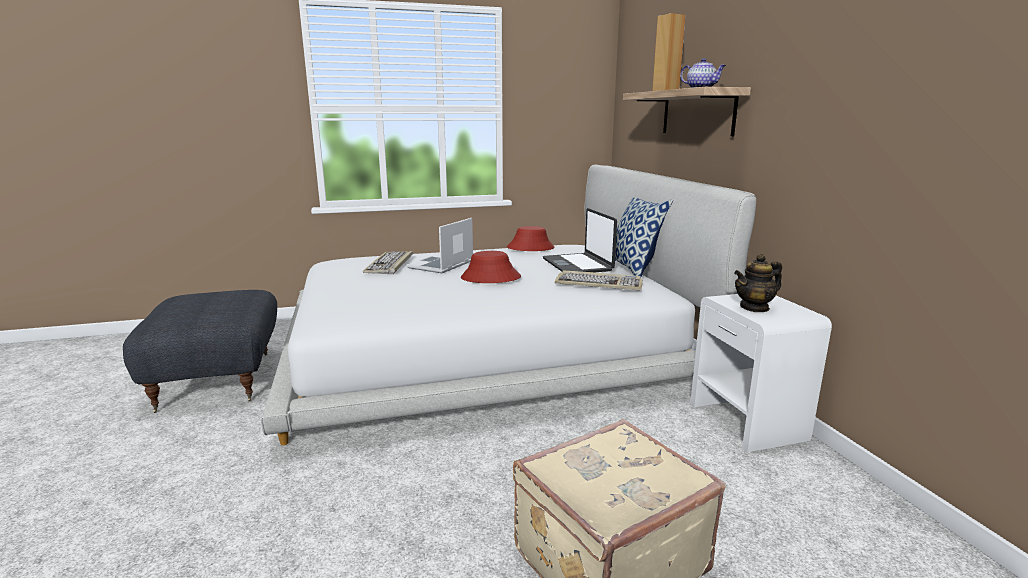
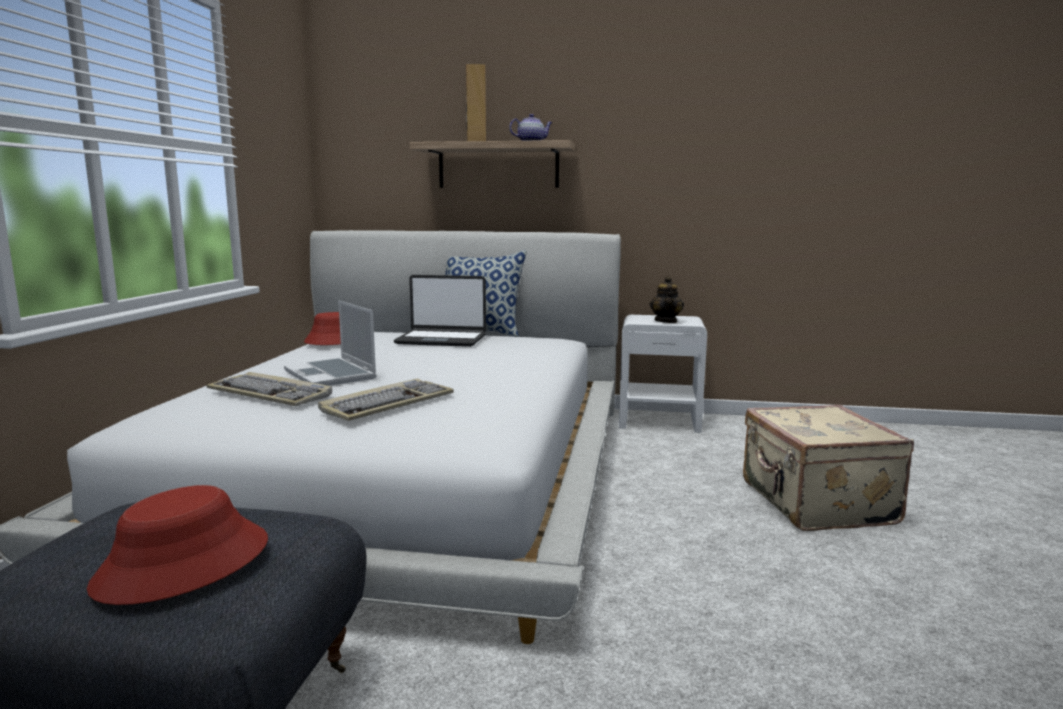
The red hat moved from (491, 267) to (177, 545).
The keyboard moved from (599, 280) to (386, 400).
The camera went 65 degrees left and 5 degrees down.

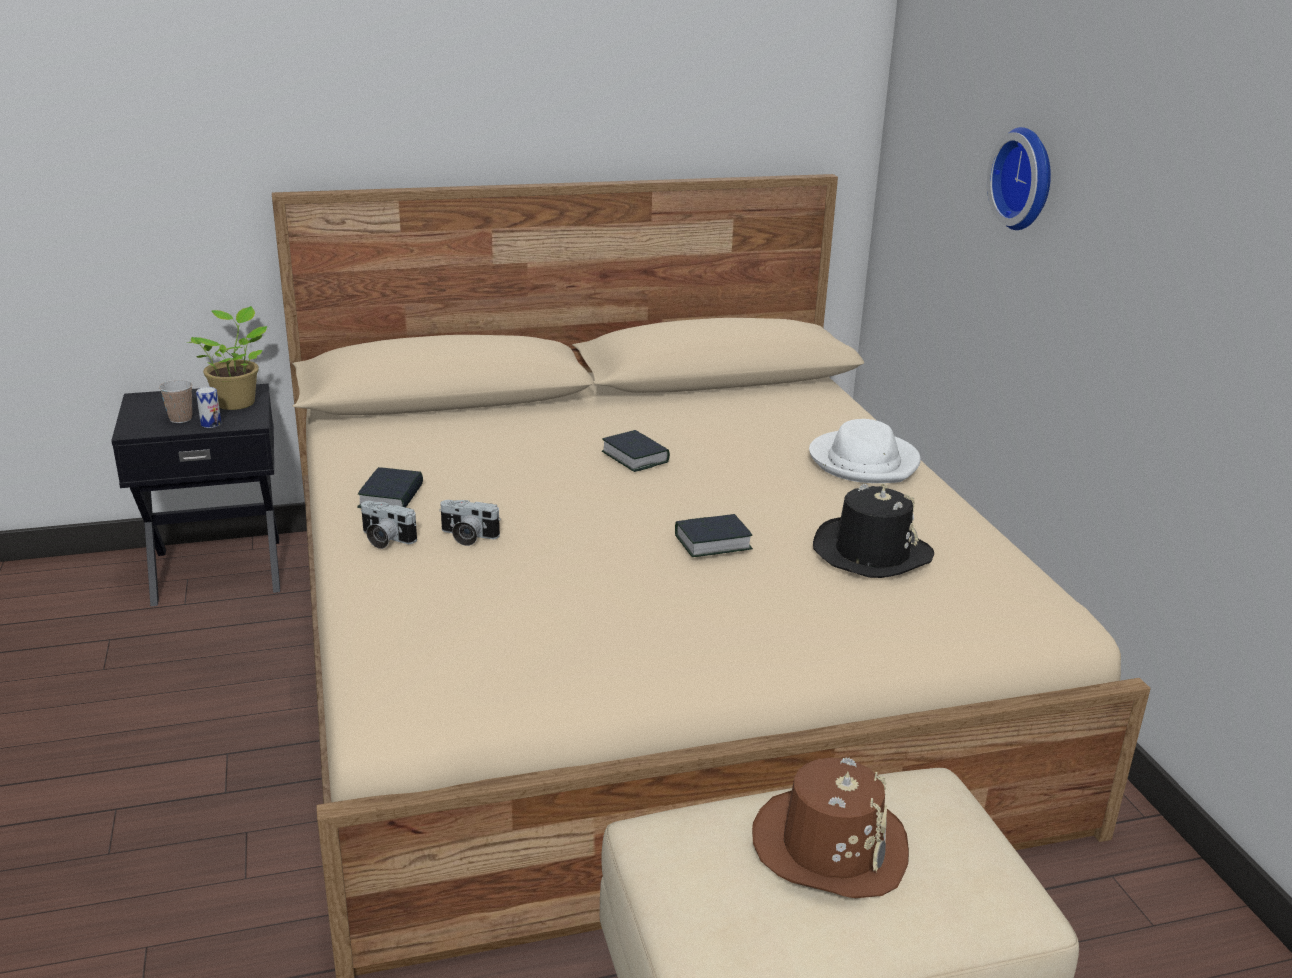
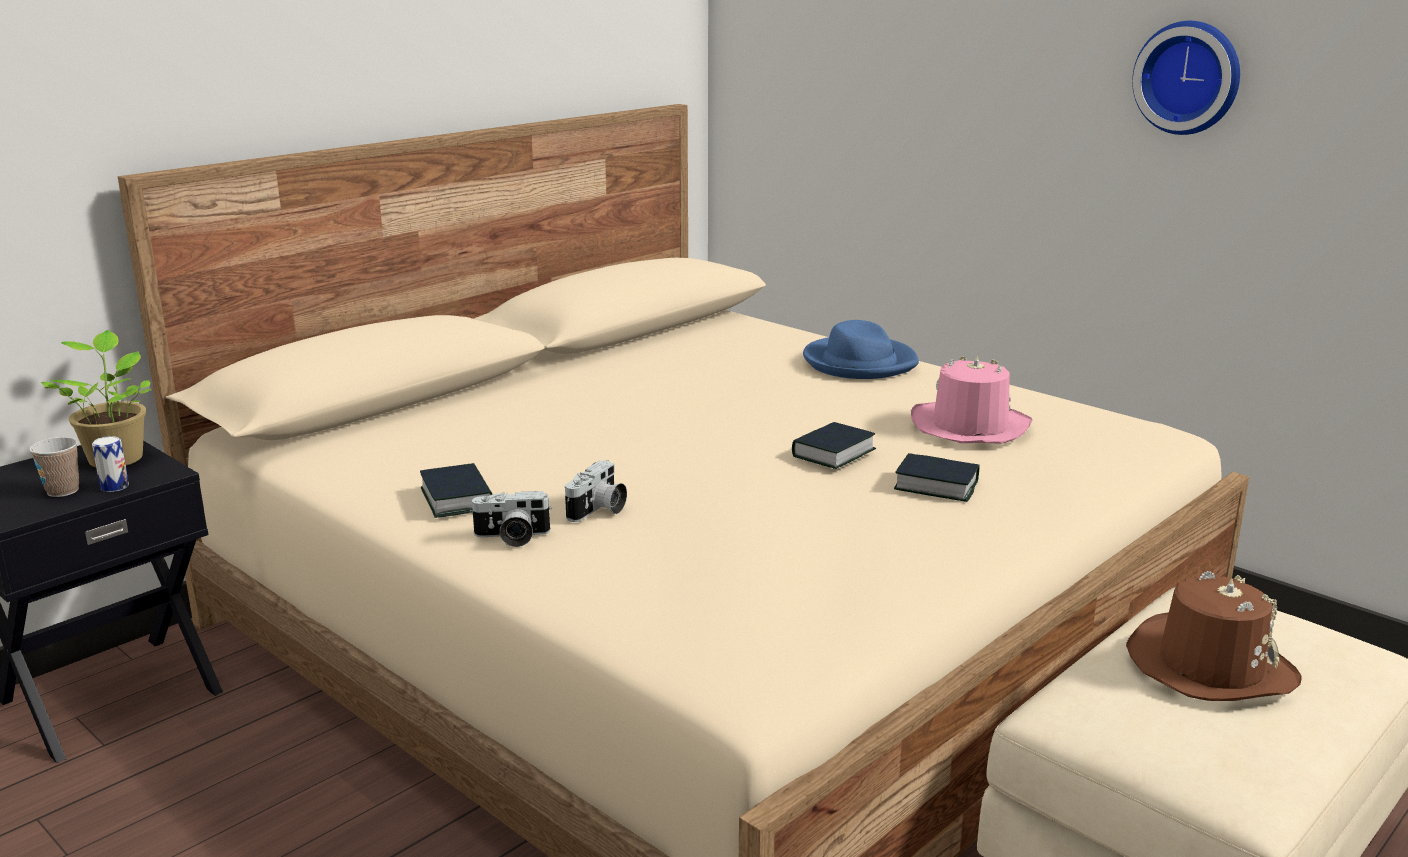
The photo camera at (470, 523) turned 45 degrees counterclockwise.
The white hat at (865, 451) became the blue hat at (861, 349).
The book moved from (636, 451) to (937, 477).
The black hat at (873, 530) became the pink hat at (972, 400).
The wall clock moved from (1019, 178) to (1186, 78).
The camera went 30 degrees left and 5 degrees down.

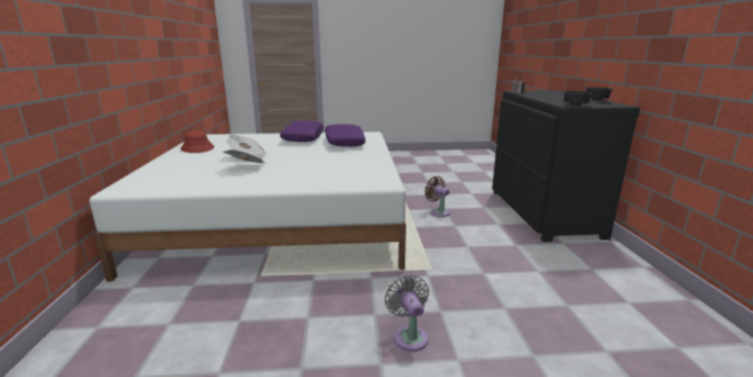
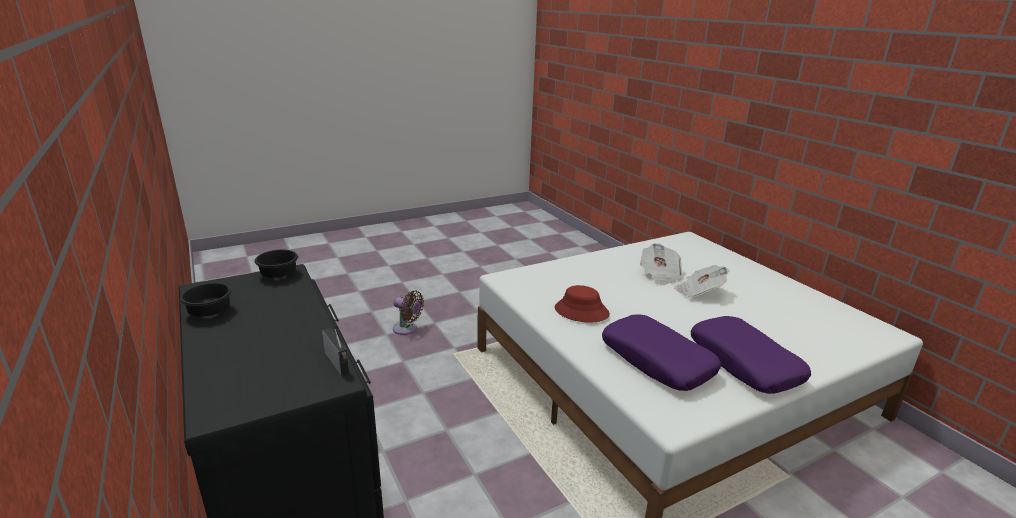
The brown fan moved from (437, 196) to (408, 313).
The red hat moved from (197, 142) to (582, 304).
The grey fan at (407, 313) disappeared.
The camera went 155 degrees right and 5 degrees up.

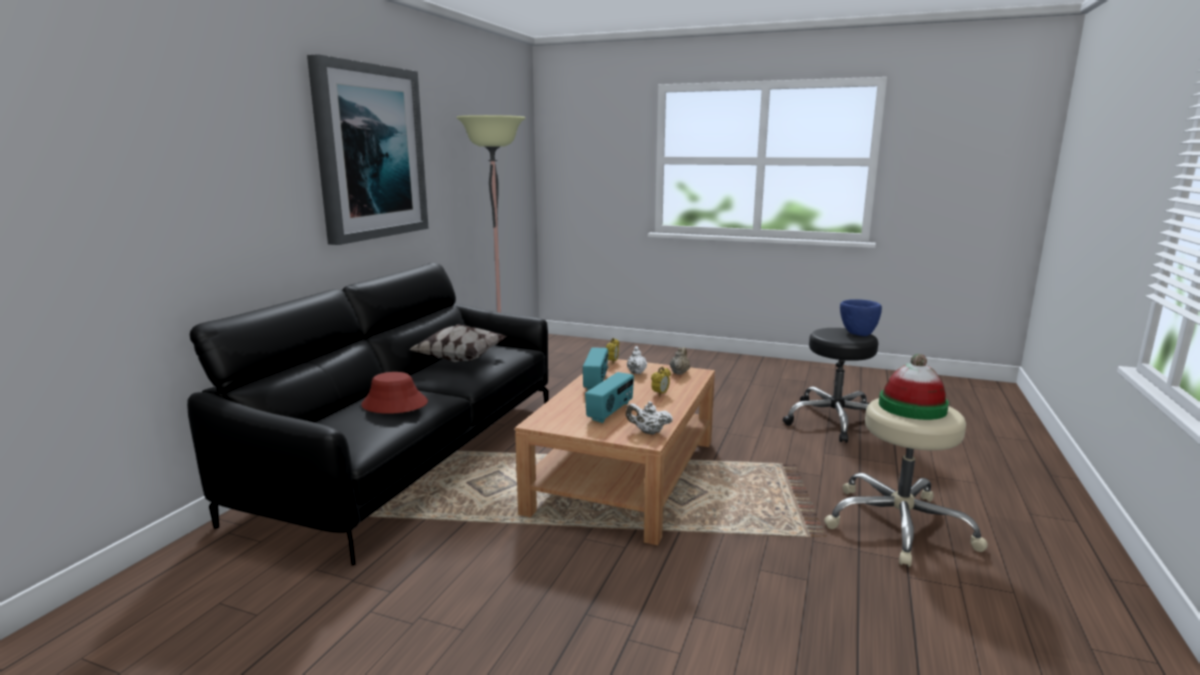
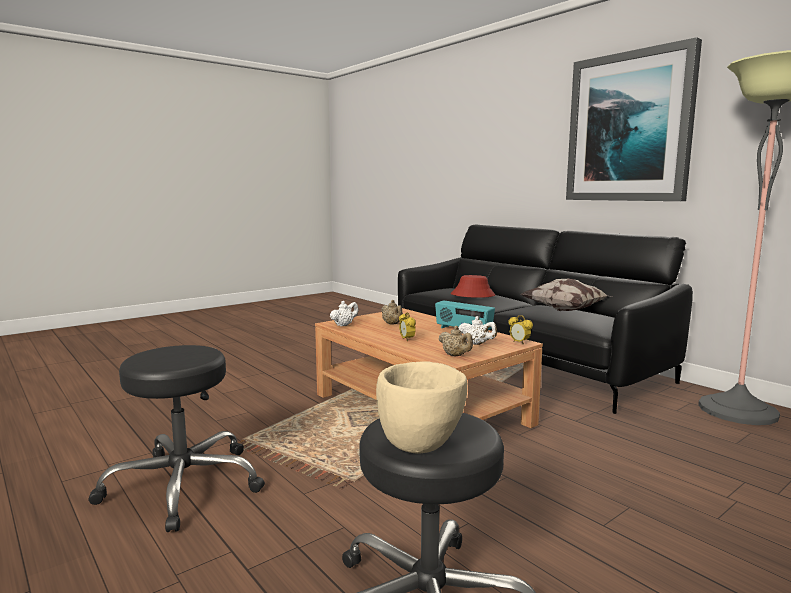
The beige stool at (906, 482) became the black stool at (177, 438).
The blue bowl at (861, 317) became the beige bowl at (421, 407).
The radio at (609, 397) was replaced by the beige teapot at (392, 312).
The hat at (914, 387) disappeared.
The camera went 120 degrees right and 5 degrees down.

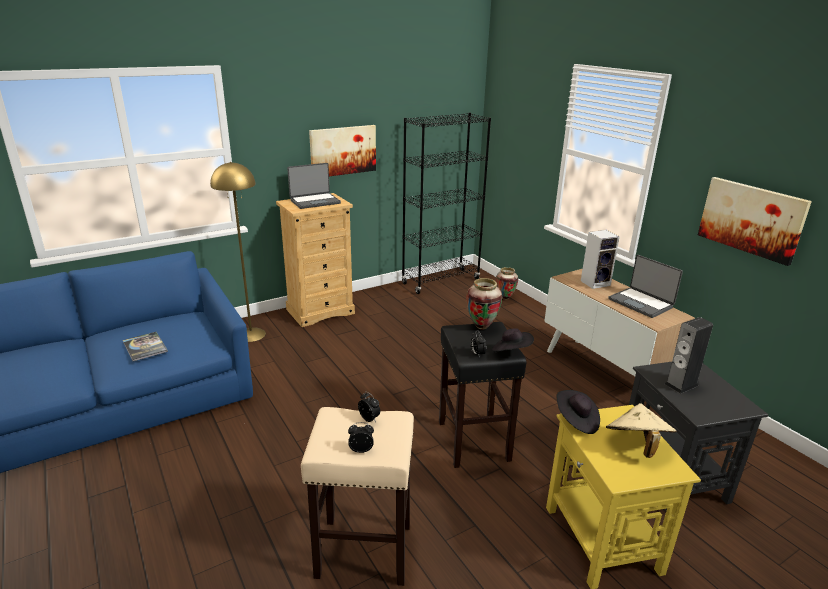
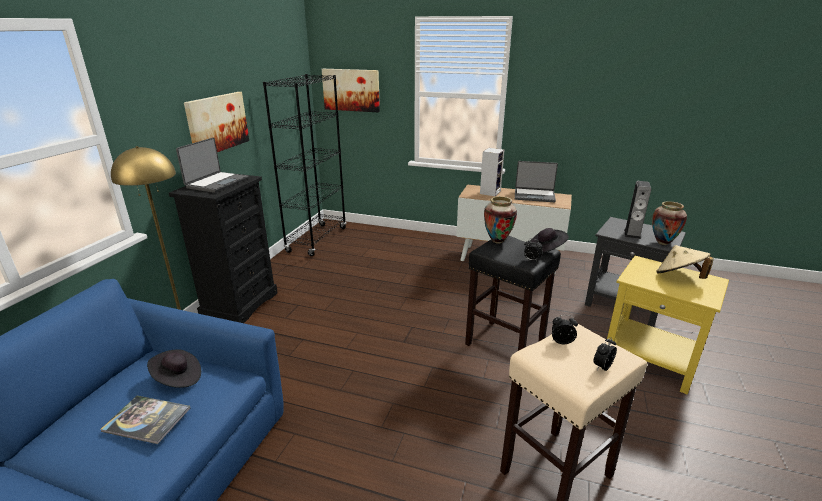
The black hat moved from (578, 412) to (174, 368).
The beige dresser at (315, 260) became the black dresser at (223, 248).
The picture moved from (755, 221) to (351, 90).
The vase moved from (507, 283) to (669, 223).
The camera went 40 degrees left and 0 degrees up.

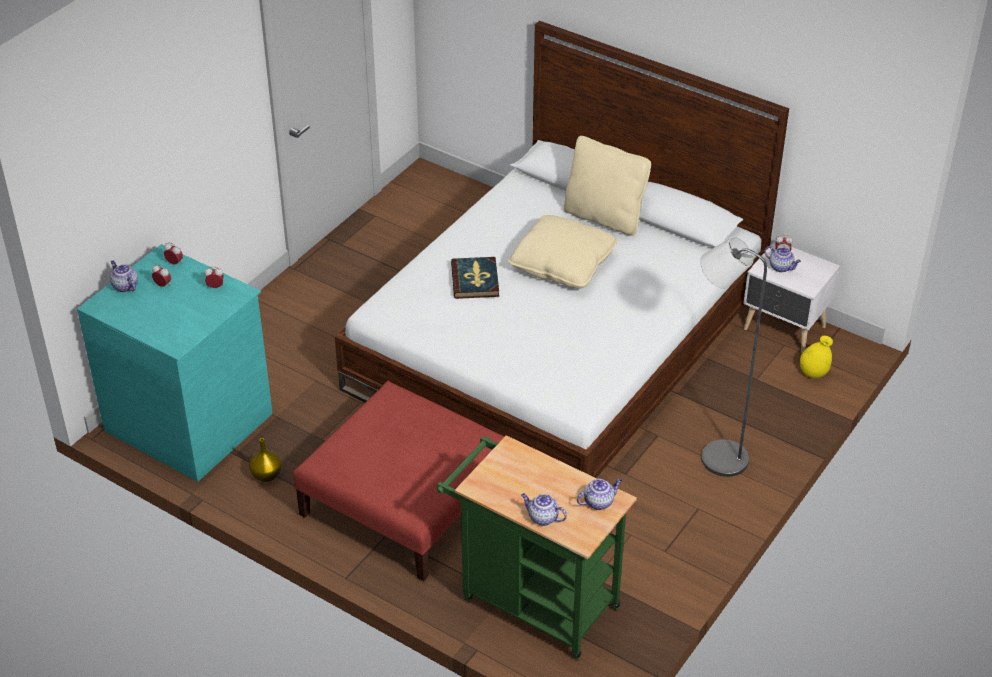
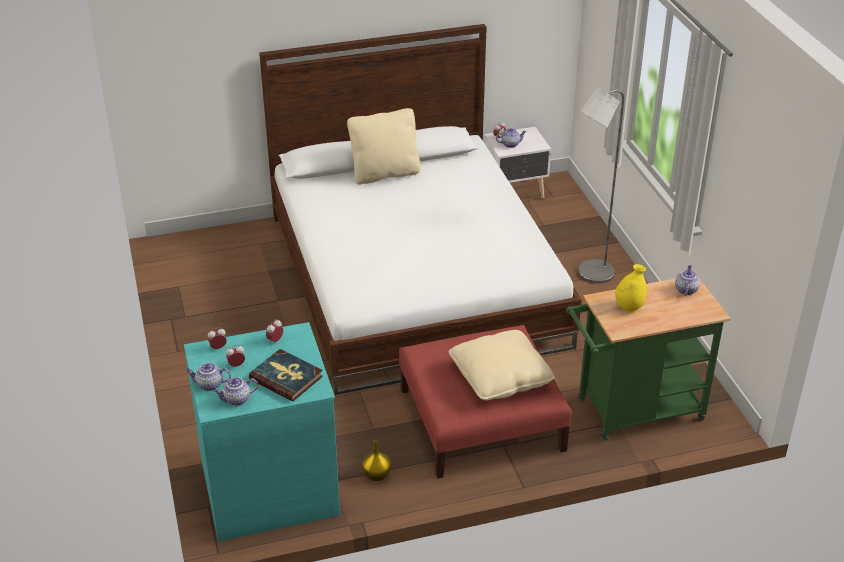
The teapot moved from (544, 509) to (235, 391).
The book moved from (475, 278) to (286, 375).
The beige pillow moved from (563, 252) to (502, 365).
The yellow vase moved from (816, 357) to (631, 288).
The camera went 50 degrees left and 5 degrees down.

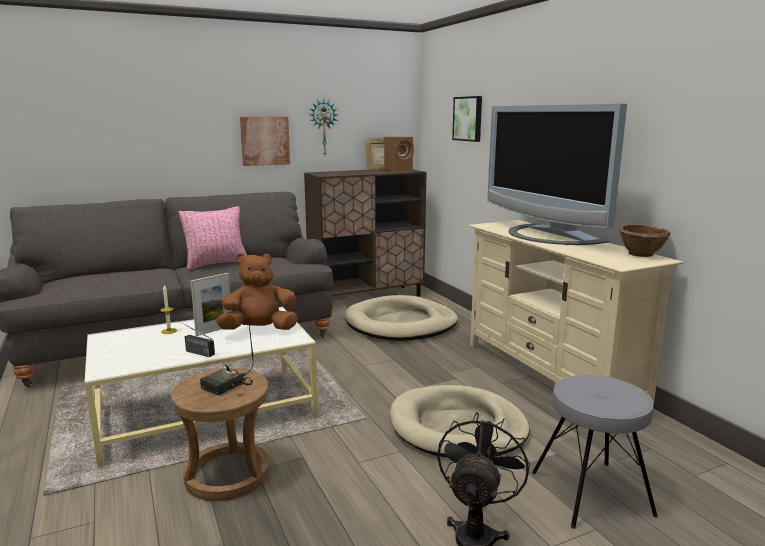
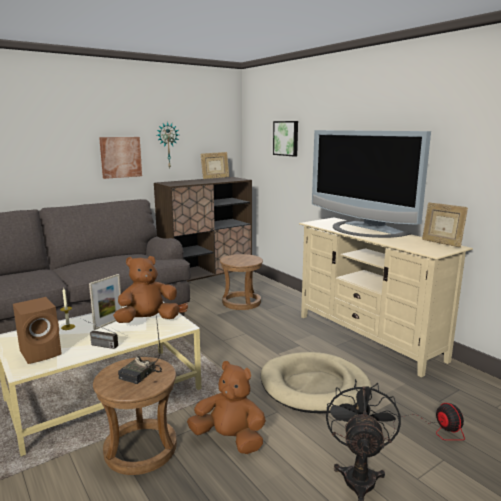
The brown speaker moved from (399, 154) to (37, 330).
The brown plush toy at (226, 407) appeared.
The beige dog bed at (401, 318) was replaced by the brown stool at (241, 282).
The grey stool at (595, 452) was replaced by the fan at (424, 421).
The brown bowl at (645, 240) was replaced by the picture frame at (445, 225).
The pink pillow at (213, 238) disappeared.
The camera went 10 degrees left and 0 degrees up.

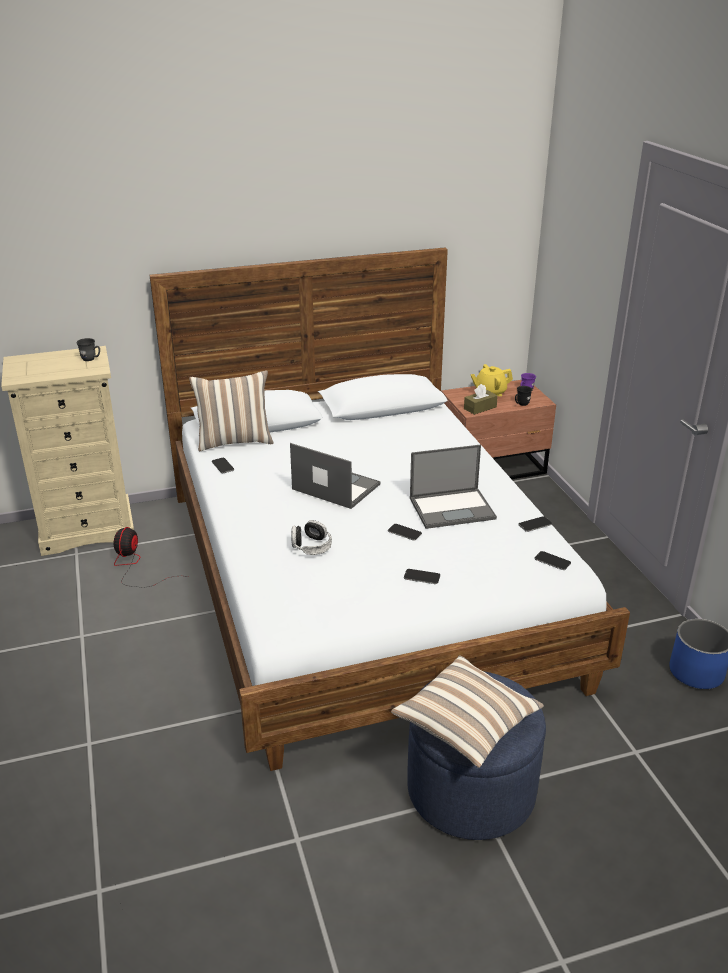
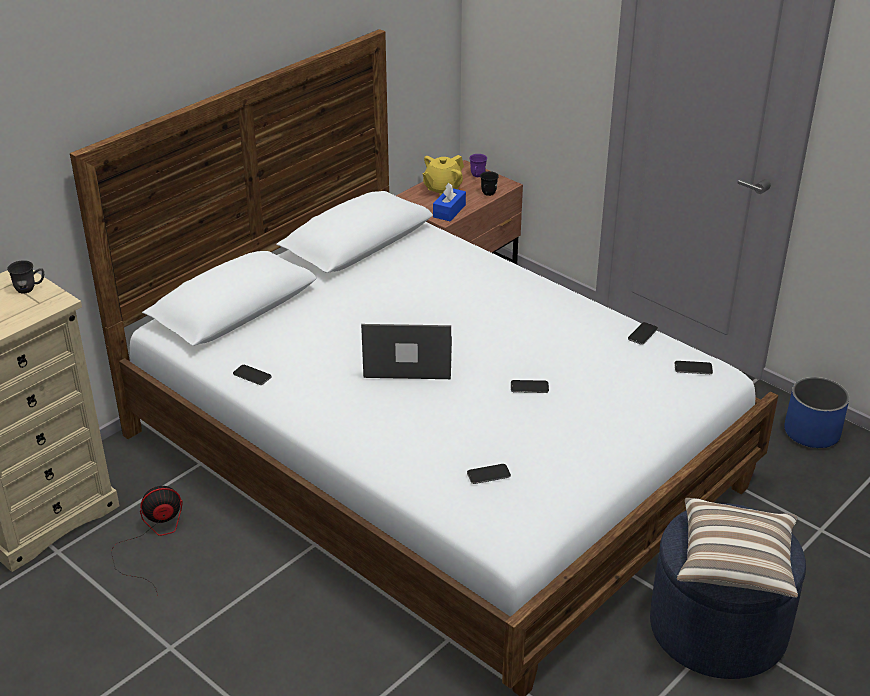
The fan at (151, 557) turned 90 degrees clockwise.
The brown tissue box at (481, 399) became the blue tissue box at (449, 202).
The phone moved from (422, 576) to (489, 474).
The pillow at (231, 410) disappeared.
The headphones at (311, 537) disappeared.
The laptop at (453, 487) disappeared.
The camera went 30 degrees left and 5 degrees up.

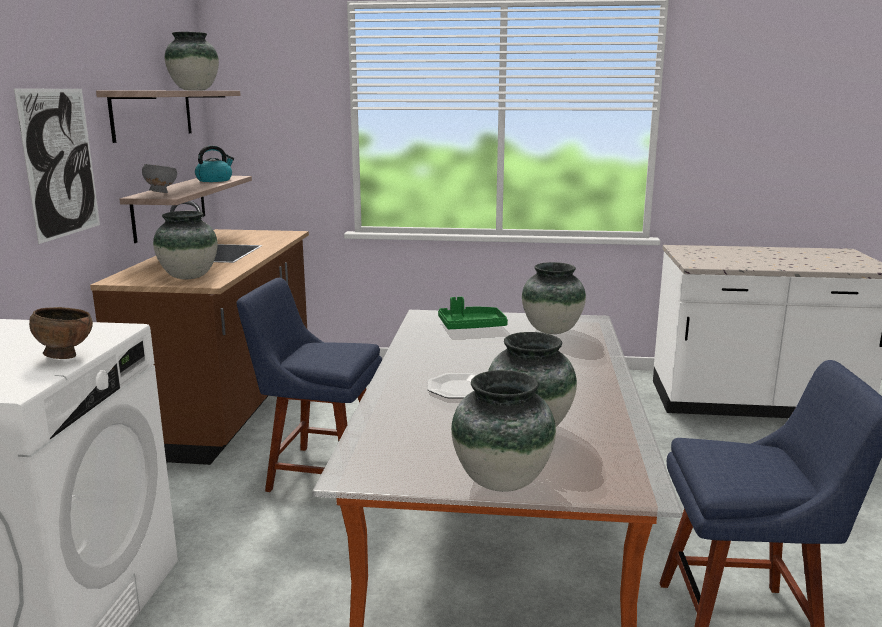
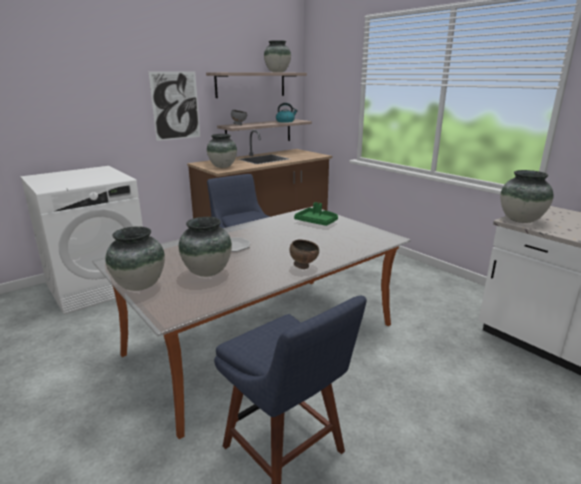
The brown bowl moved from (61, 333) to (304, 254).
The vase moved from (554, 298) to (526, 196).
The camera went 45 degrees right and 5 degrees up.

